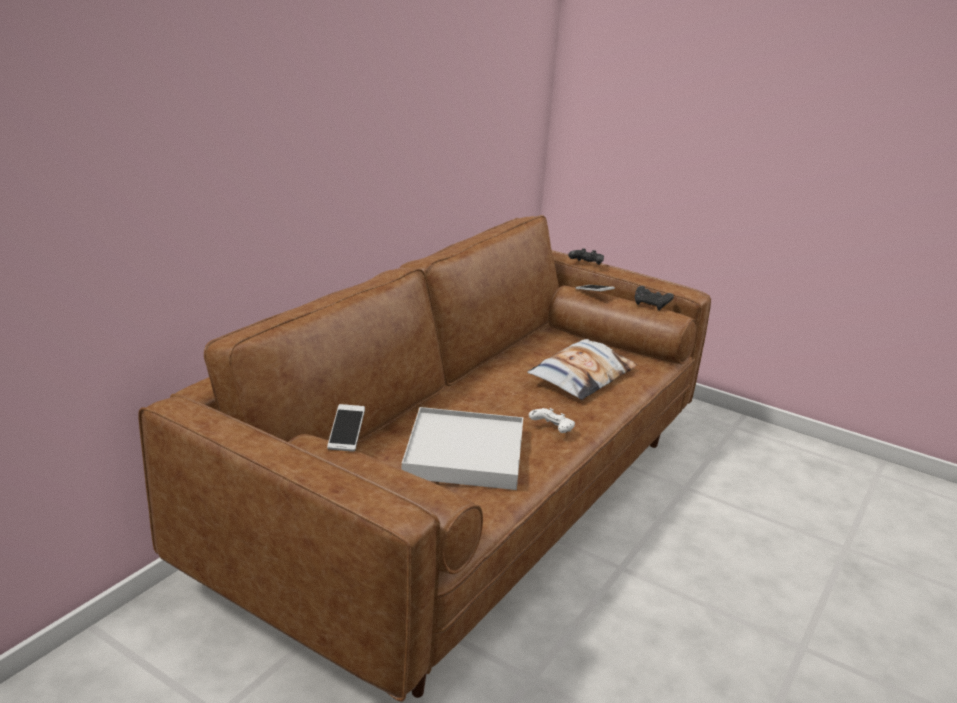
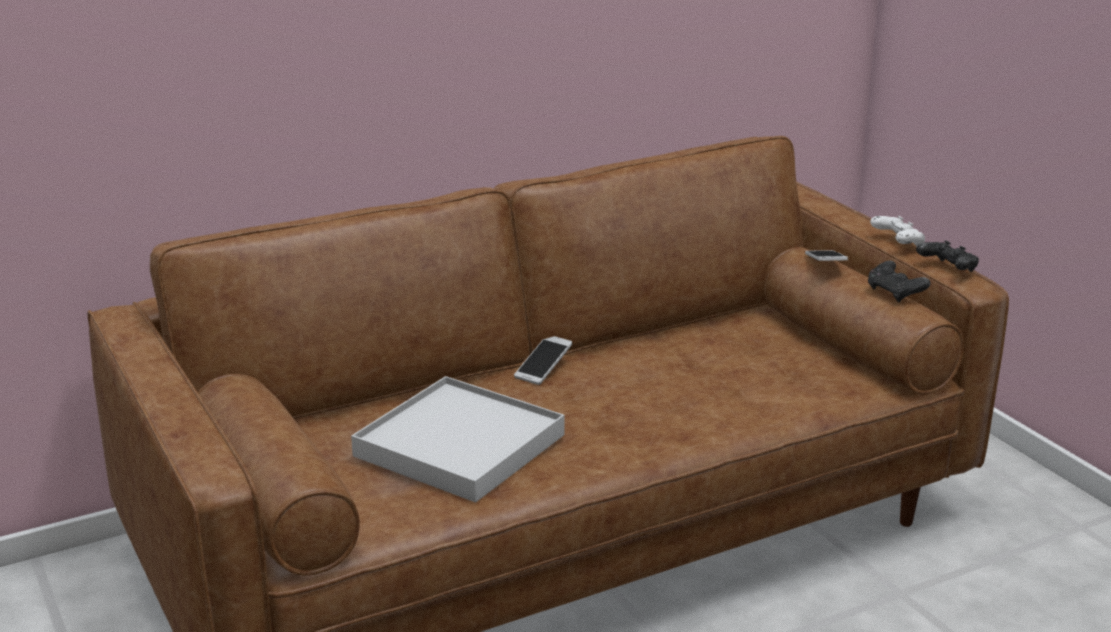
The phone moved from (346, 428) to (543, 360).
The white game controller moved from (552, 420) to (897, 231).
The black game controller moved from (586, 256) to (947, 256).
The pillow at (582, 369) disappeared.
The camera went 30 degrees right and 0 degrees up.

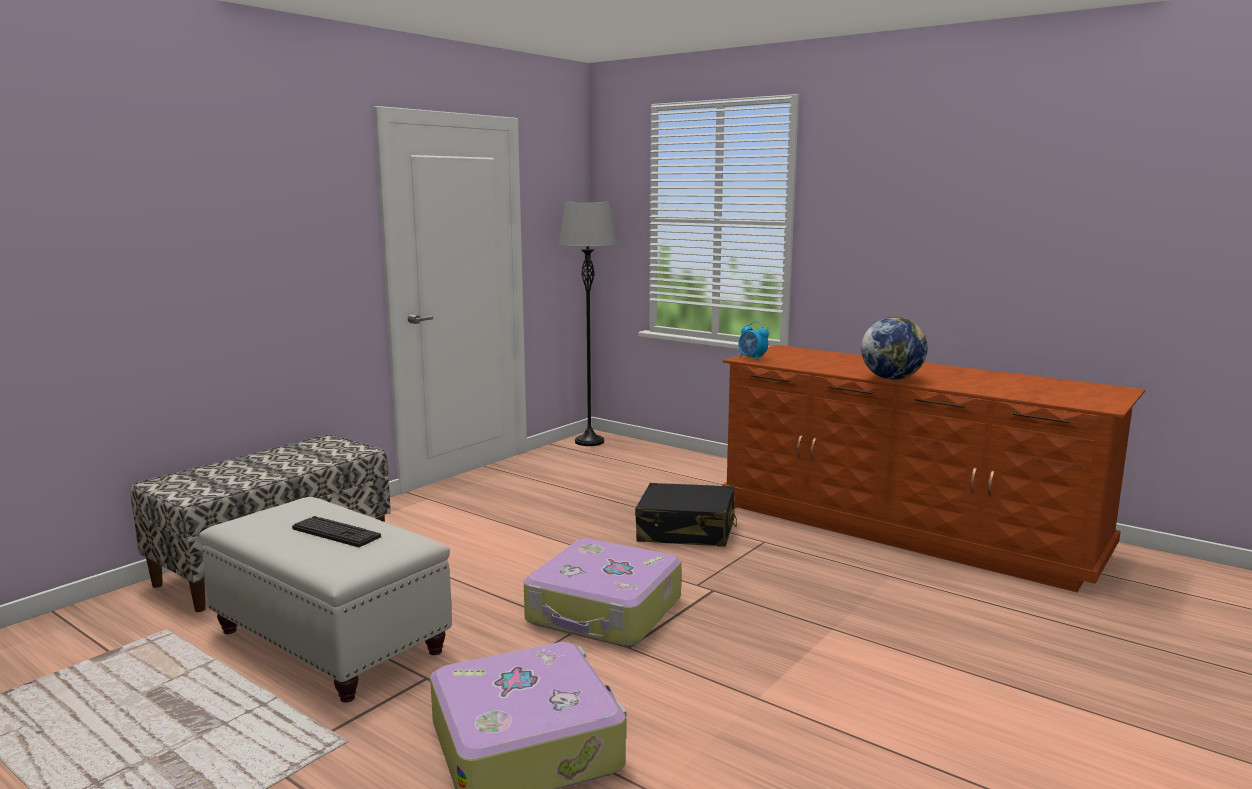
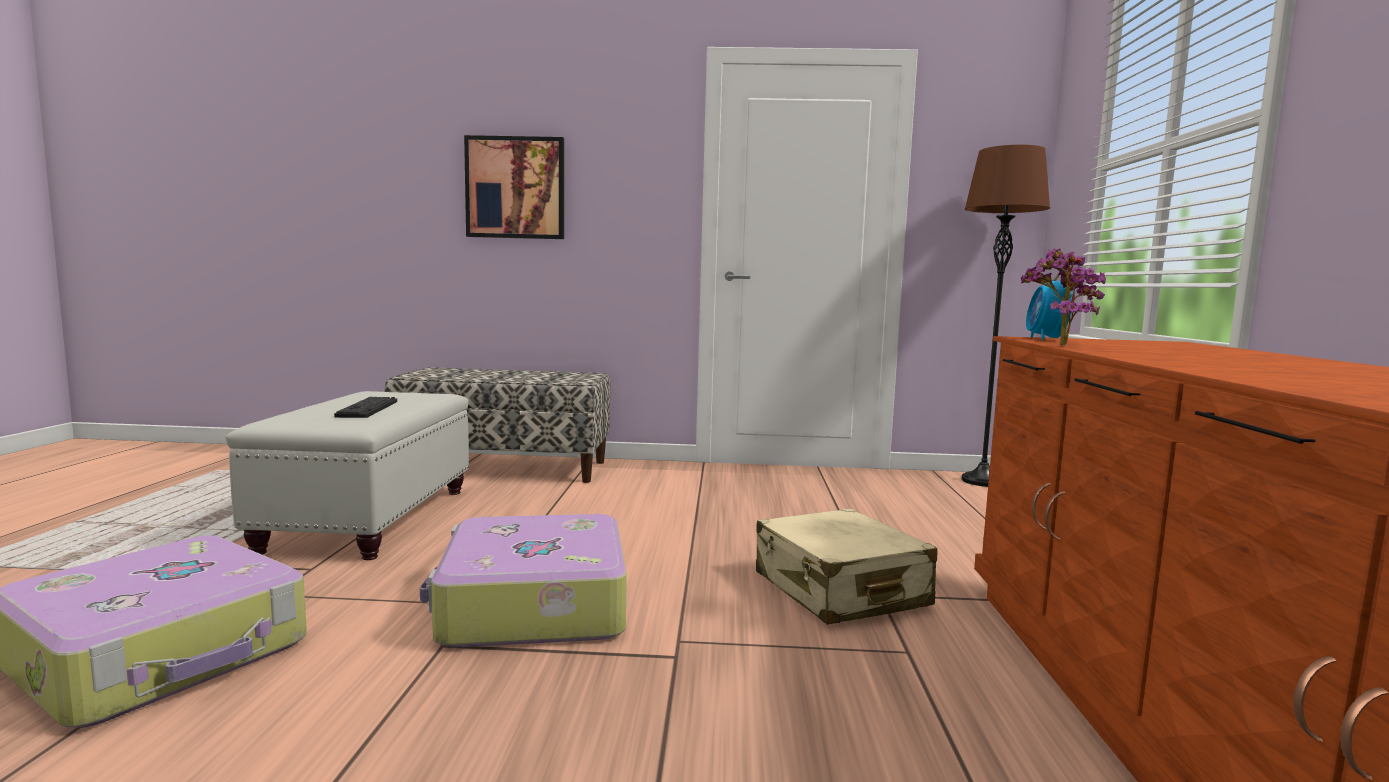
The picture at (514, 187) appeared.
The black suitcase at (686, 515) became the beige suitcase at (847, 566).
The grey floor lamp at (587, 324) became the brown floor lamp at (1006, 316).
The potted plant at (1063, 297) appeared.
The globe at (894, 348) disappeared.
The camera went 55 degrees right and 5 degrees down.

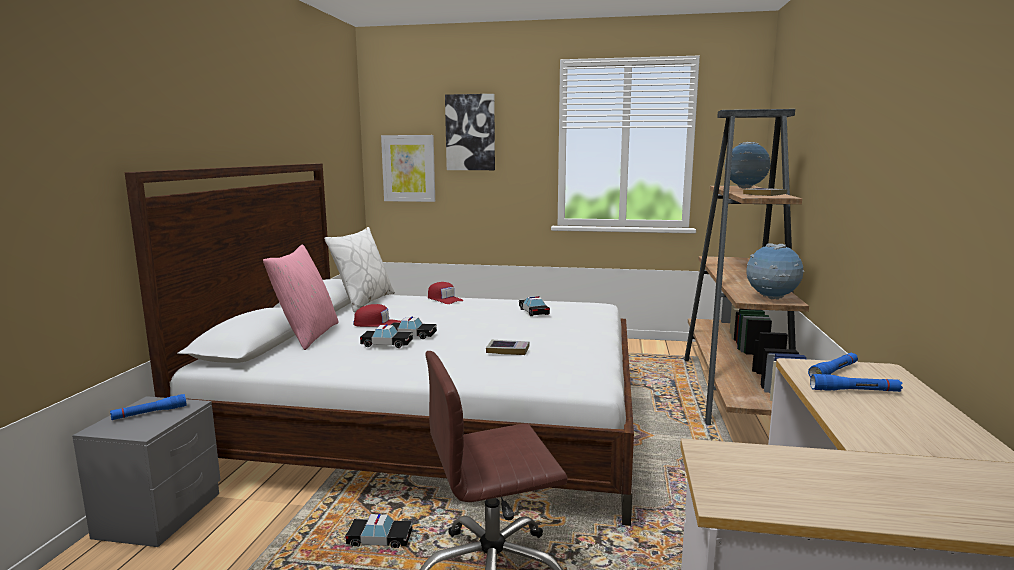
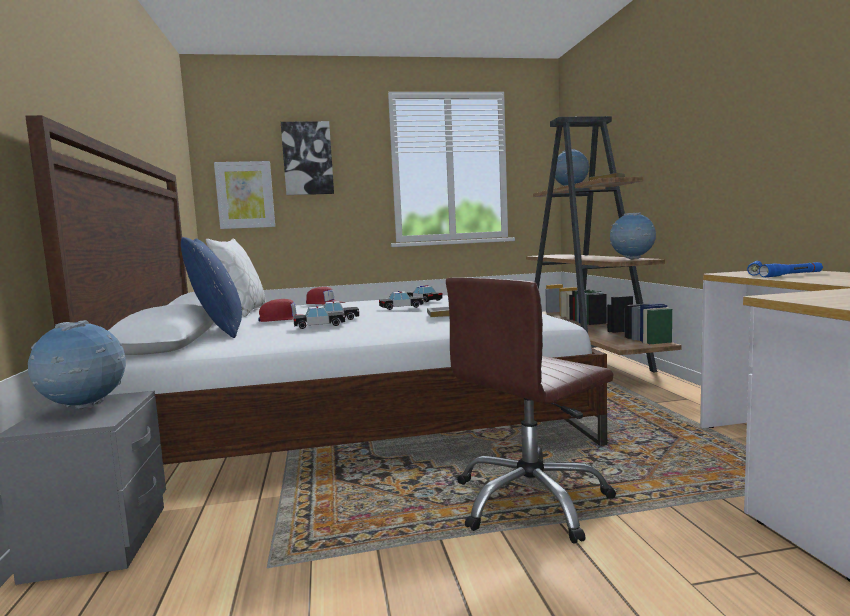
The blue flashlight at (148, 407) was replaced by the globe at (77, 364).
The pink pillow at (301, 297) became the blue pillow at (211, 287).
The toy car moved from (378, 531) to (401, 300).
The camera went 20 degrees left and 5 degrees down.

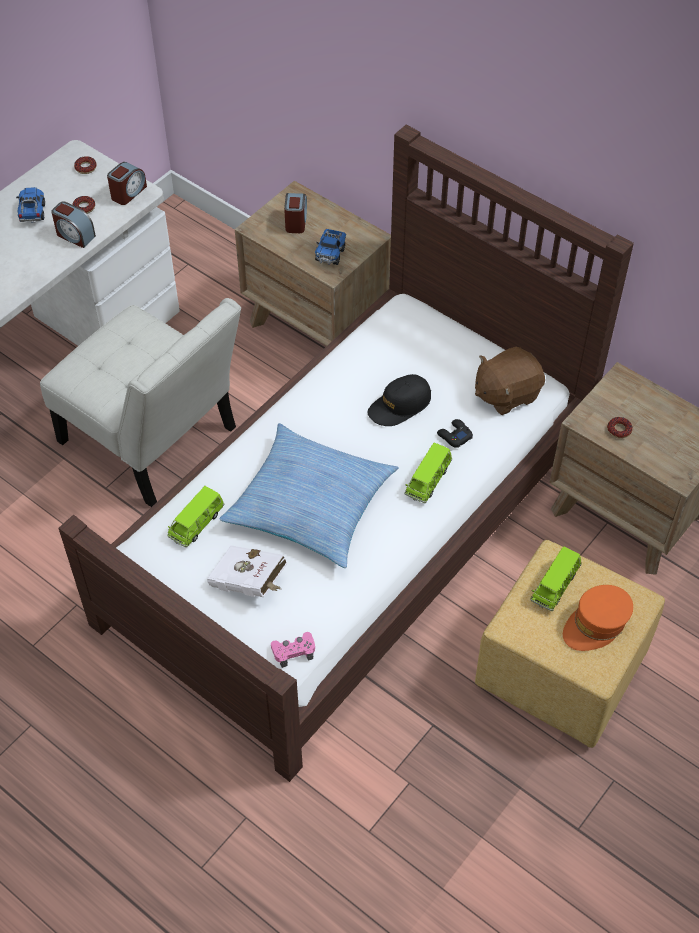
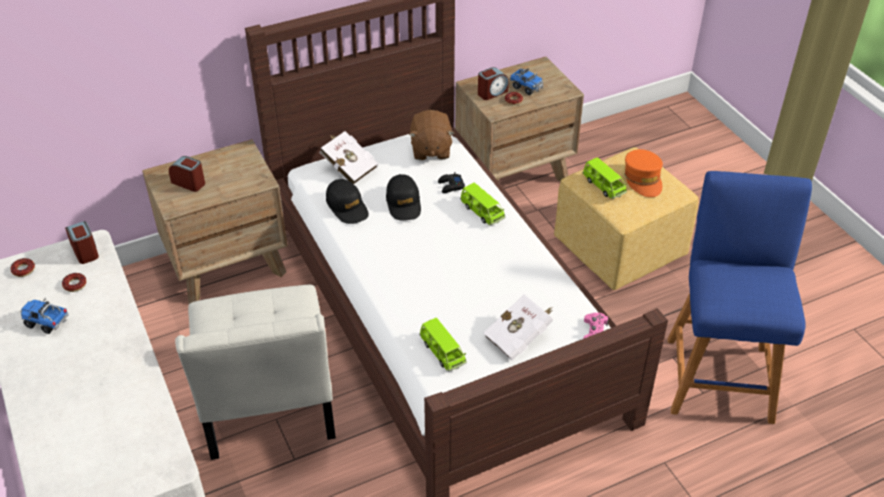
The white chair at (140, 402) turned 105 degrees clockwise.
The white book at (348, 158) appeared.
The black cap at (347, 201) appeared.
The alarm clock moved from (73, 224) to (493, 83).
The toy truck moved from (330, 247) to (526, 81).
The blue stool at (740, 297) appeared.
The pillow at (309, 495) disappeared.
The camera went 65 degrees left and 10 degrees down.

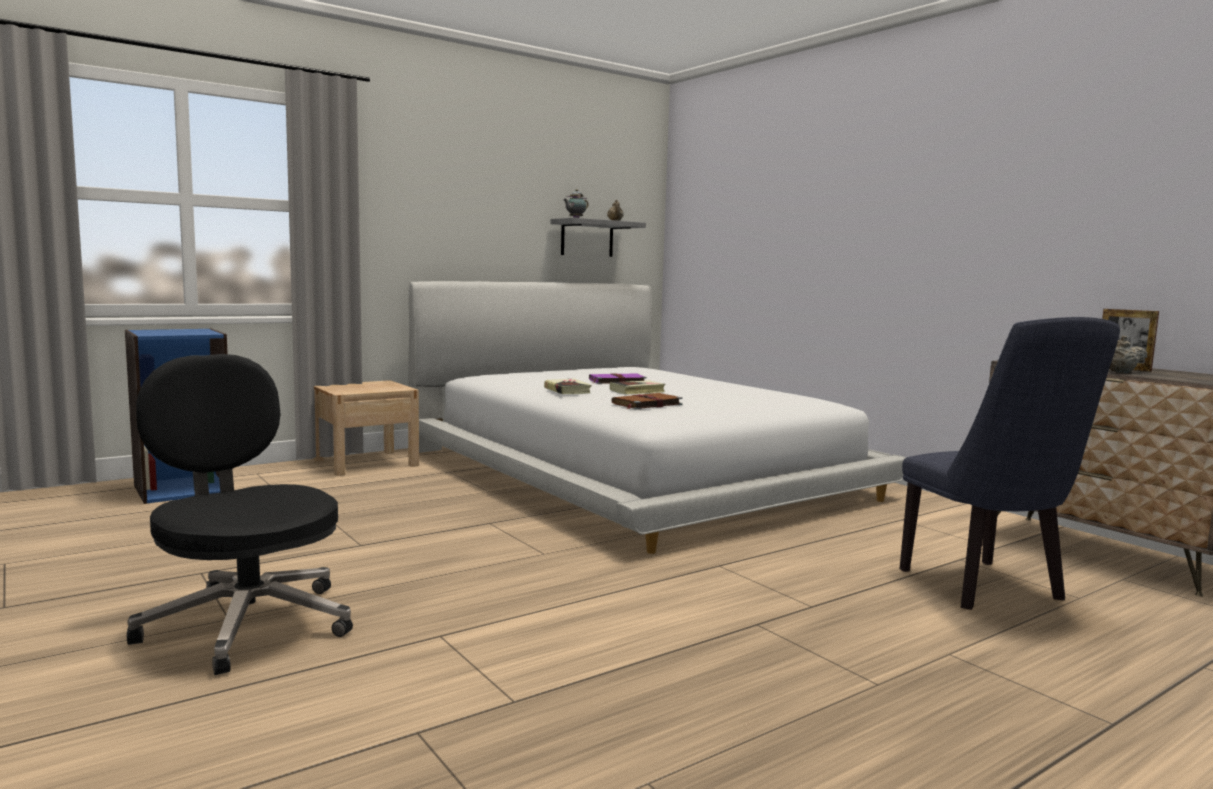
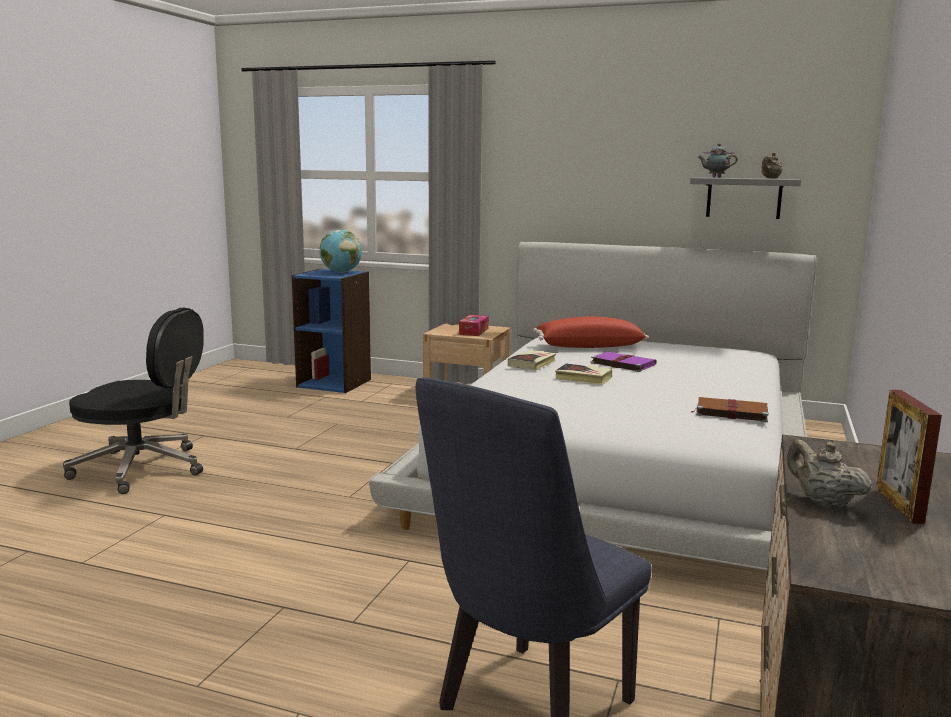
The black office chair at (240, 514) turned 90 degrees clockwise.
The globe at (340, 251) appeared.
The tissue box at (474, 325) appeared.
The red pillow at (591, 332) appeared.
The brown book moved from (647, 401) to (730, 409).
The camera went 55 degrees right and 5 degrees up.

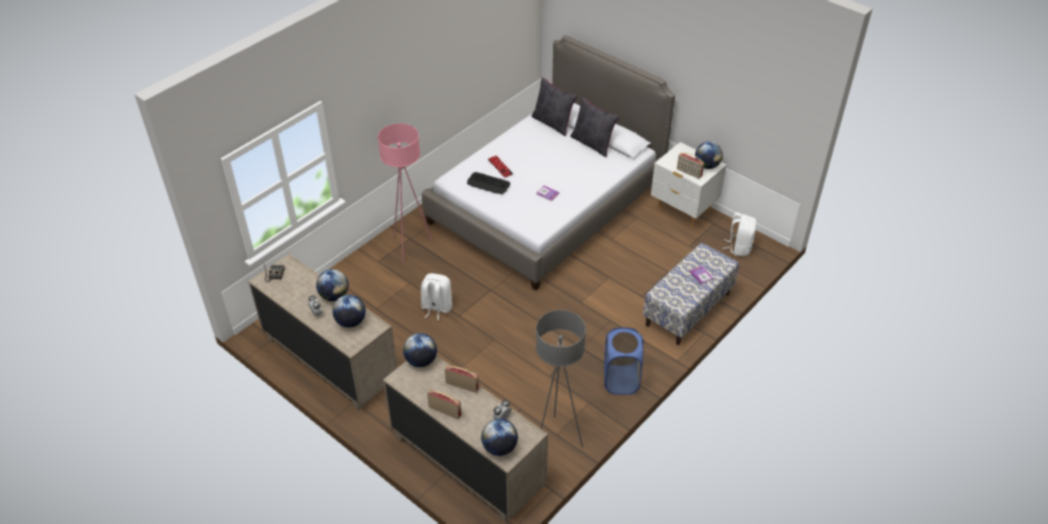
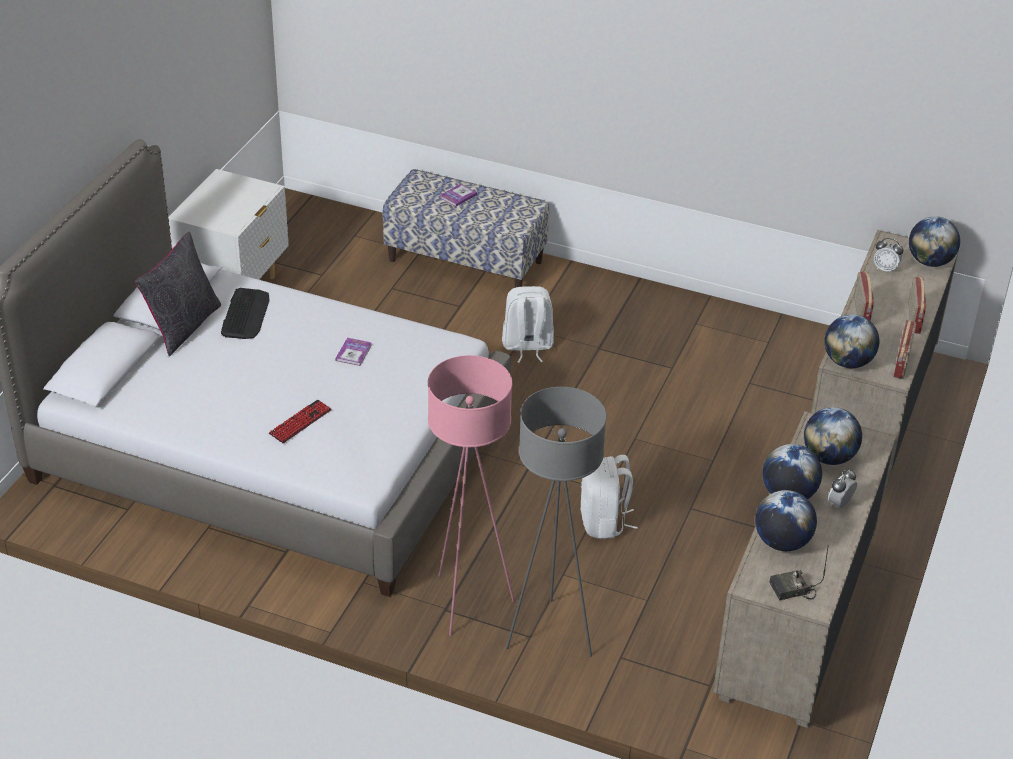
The keyboard moved from (488, 183) to (245, 313).
The white backpack moved from (739, 234) to (528, 324).
The grey floor lamp moved from (561, 378) to (556, 522).
The globe moved from (709, 155) to (786, 520).
The radio moved from (690, 166) to (904, 349).
The black pillow at (554, 106) disappeared.
The blue laundry basket at (624, 361) disappeared.
The camera went 110 degrees left and 5 degrees down.

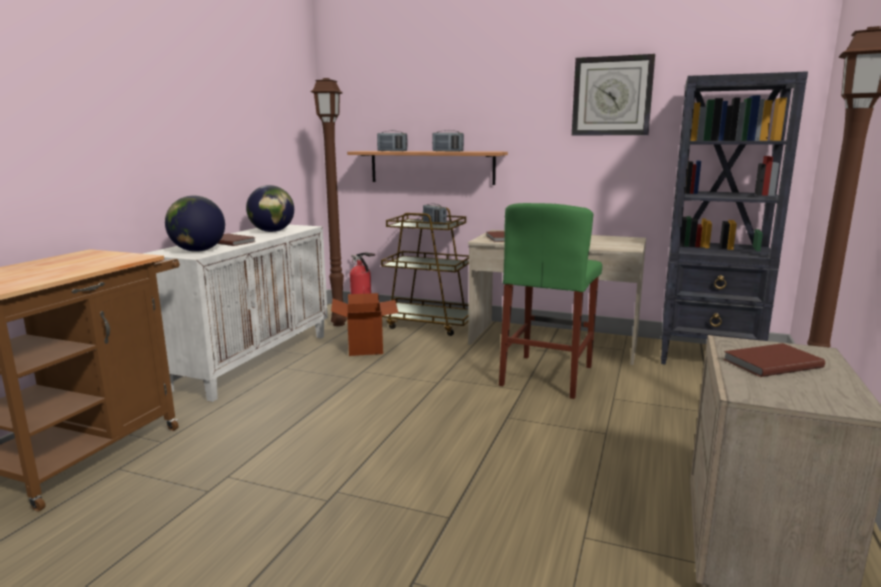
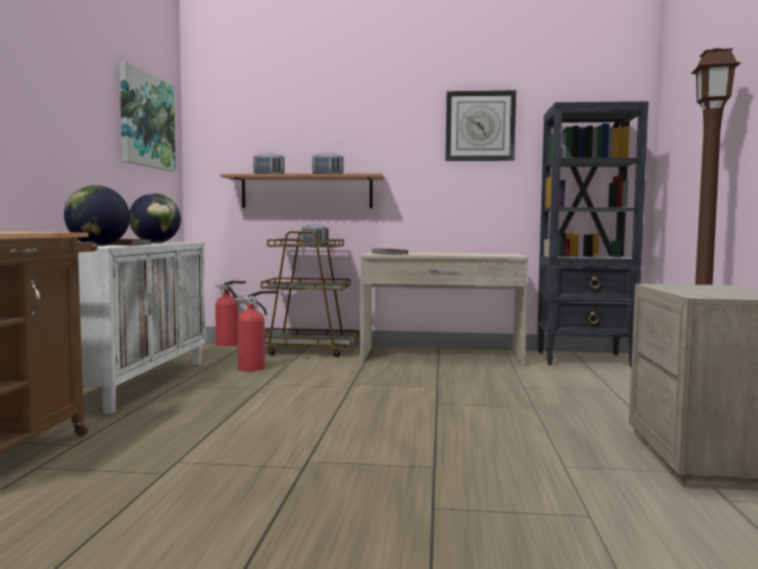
The picture at (148, 116) appeared.
The cardboard box at (365, 324) was replaced by the fire extinguisher at (256, 330).
The brown floor lamp at (328, 202) disappeared.
The green stool at (550, 301) disappeared.
The brown book at (774, 360) disappeared.
The camera went 15 degrees left and 10 degrees down.

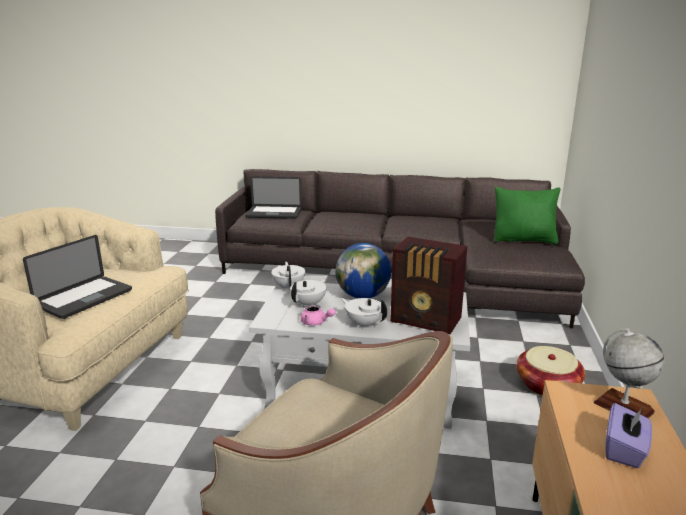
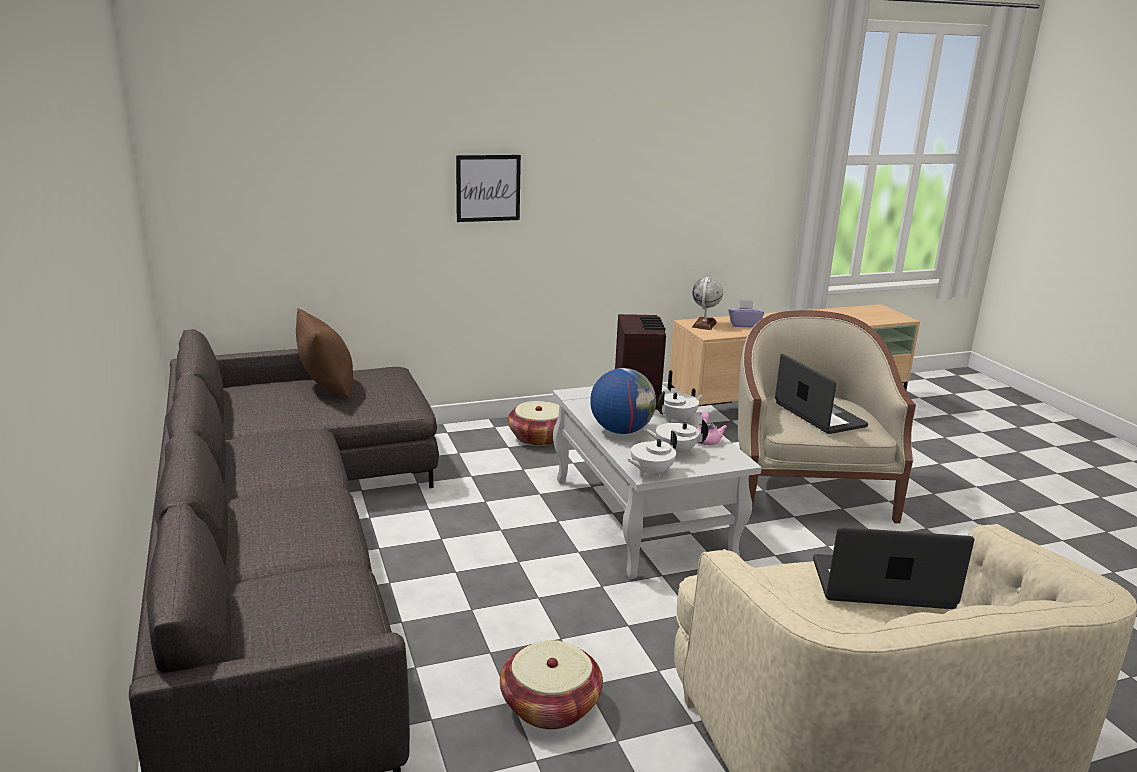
The green pillow at (527, 215) became the brown pillow at (324, 353).
The picture at (488, 188) appeared.
The basket at (551, 684) appeared.
The white teapot at (364, 313) turned 135 degrees counterclockwise.
The laptop moved from (274, 198) to (821, 394).
The camera went 120 degrees left and 0 degrees up.

